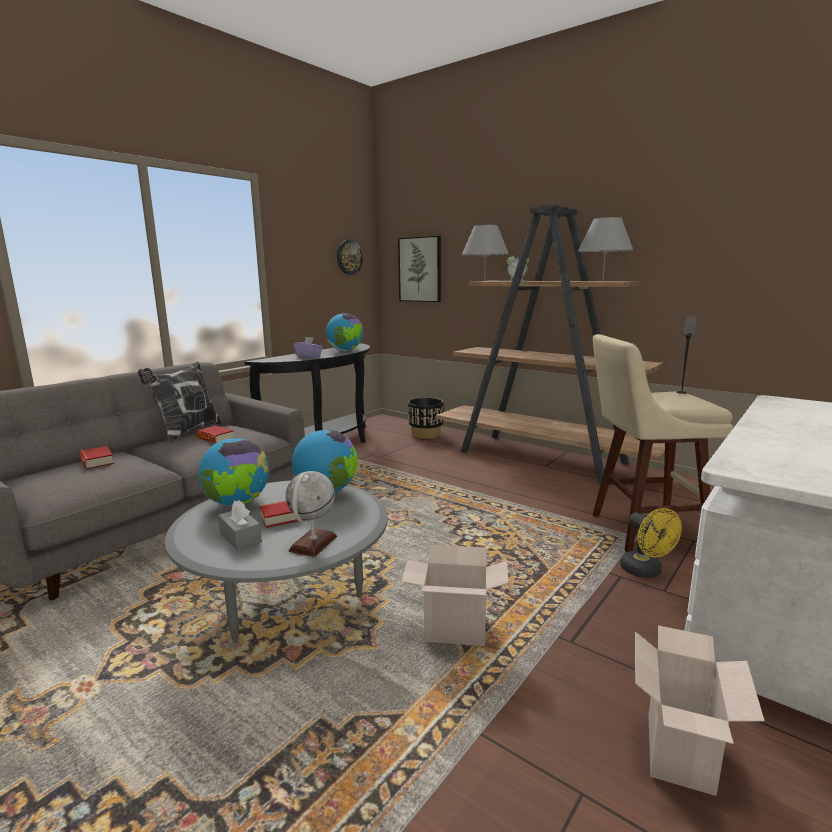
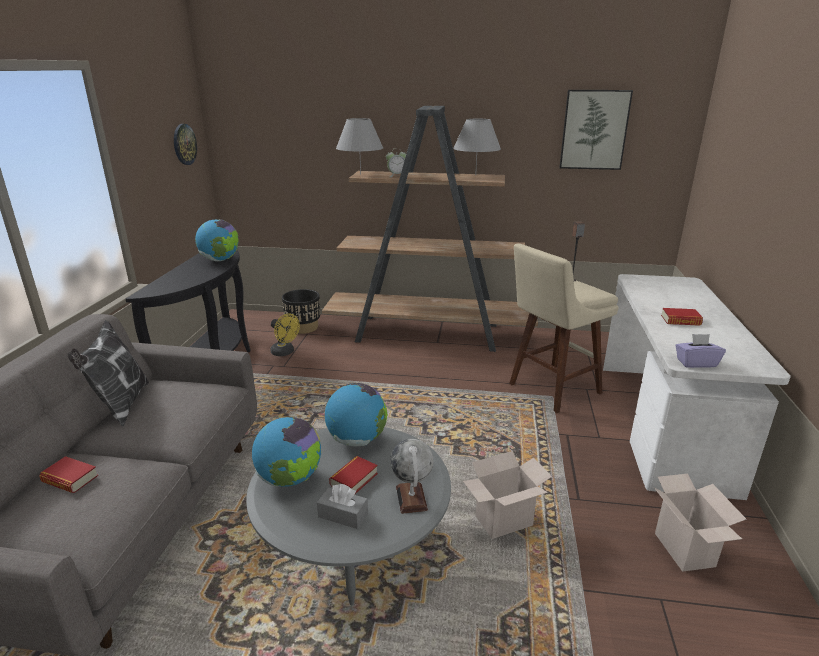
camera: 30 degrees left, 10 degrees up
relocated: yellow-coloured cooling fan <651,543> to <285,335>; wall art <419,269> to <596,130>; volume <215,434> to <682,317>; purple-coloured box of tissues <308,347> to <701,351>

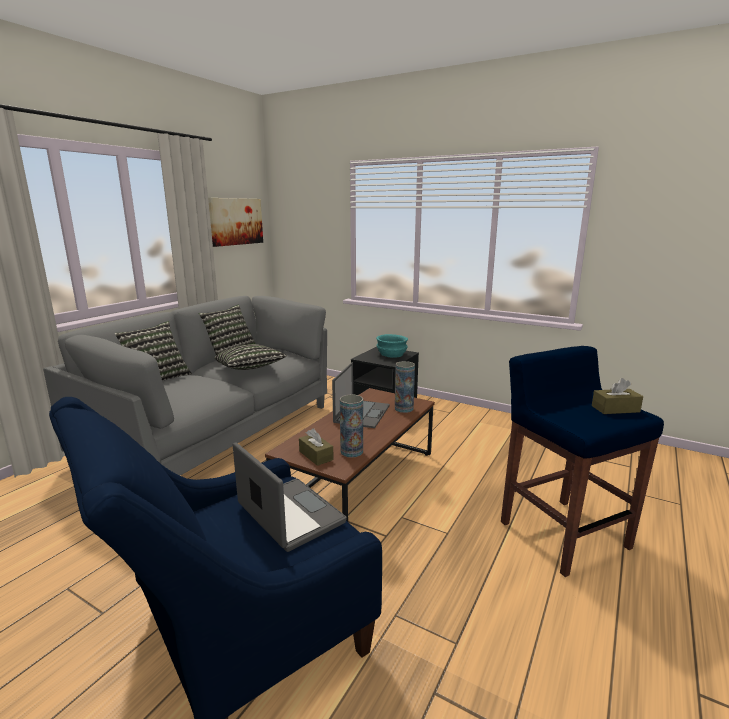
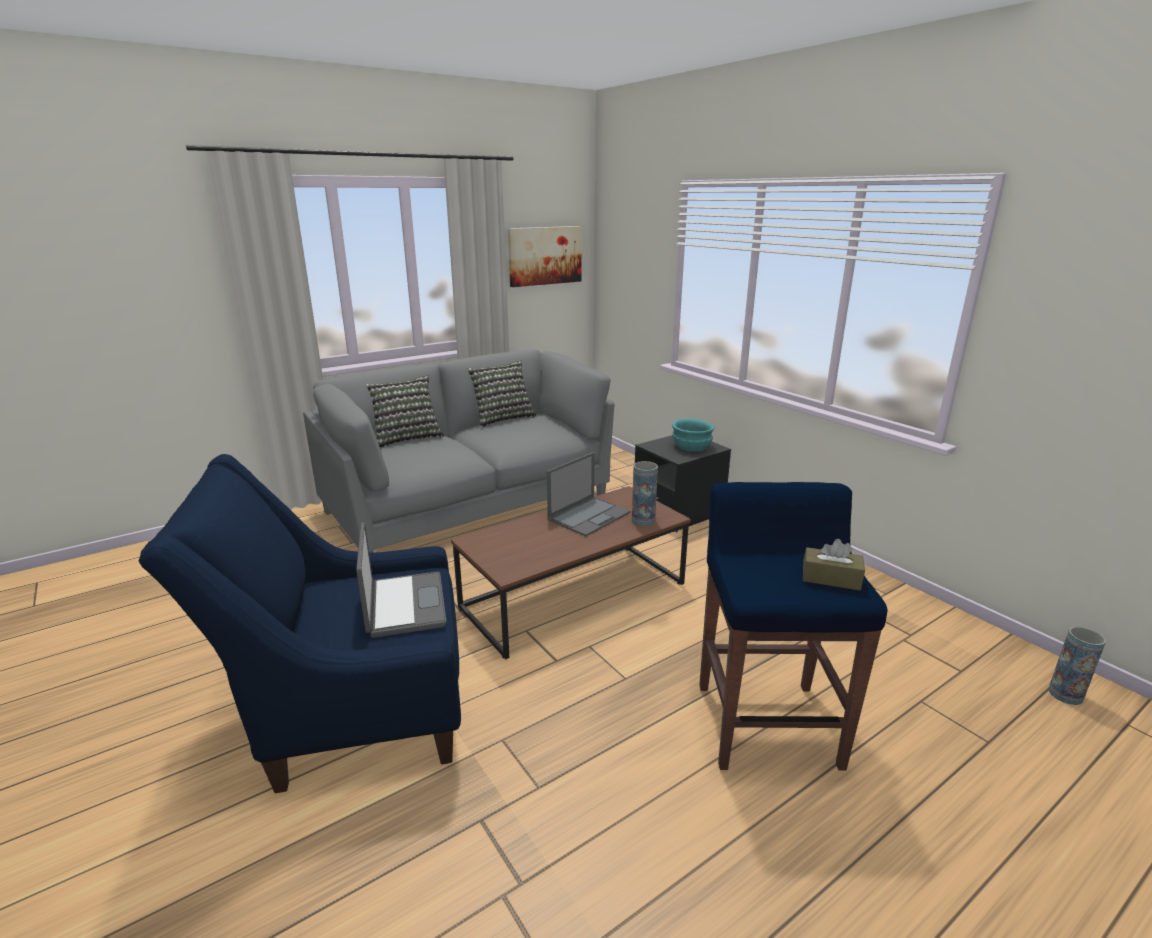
camera: 25 degrees right, 5 degrees up
missing: pillow <250,357>; brown-coloured box of tissues <316,447>
relocated: decorative vase <351,426> to <1077,665>

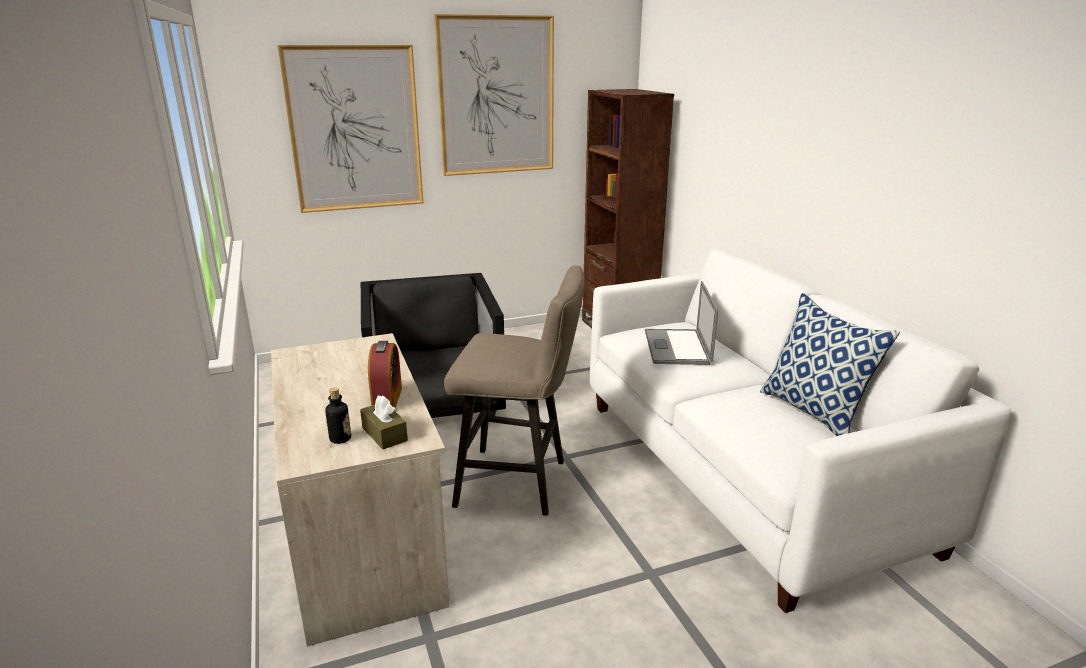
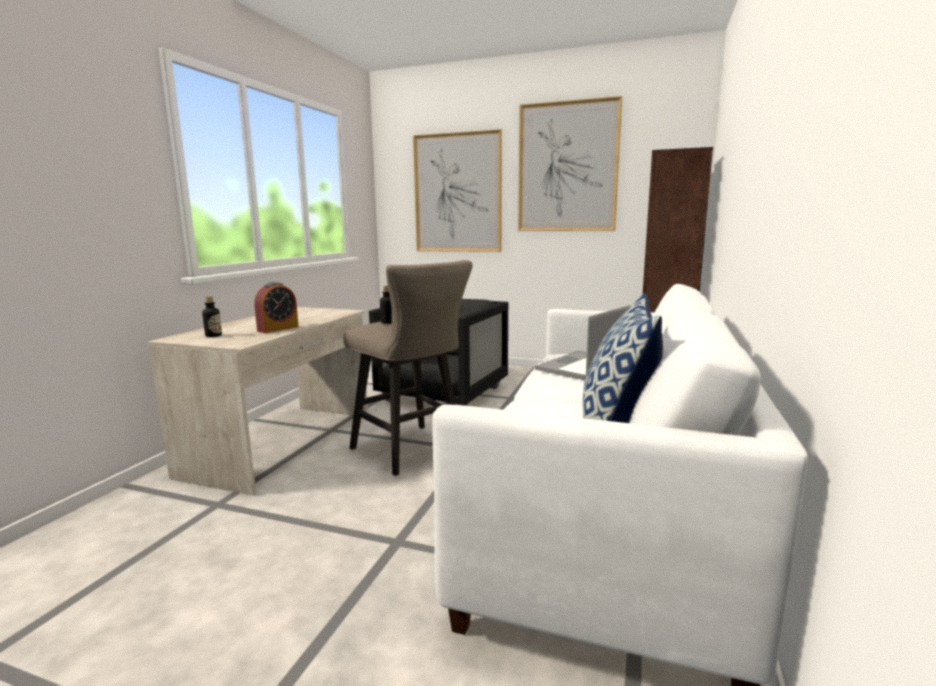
camera: 40 degrees right, 10 degrees down
missing: brown-coloured box of tissues <384,422>
appeared: beverage bottle <386,305>

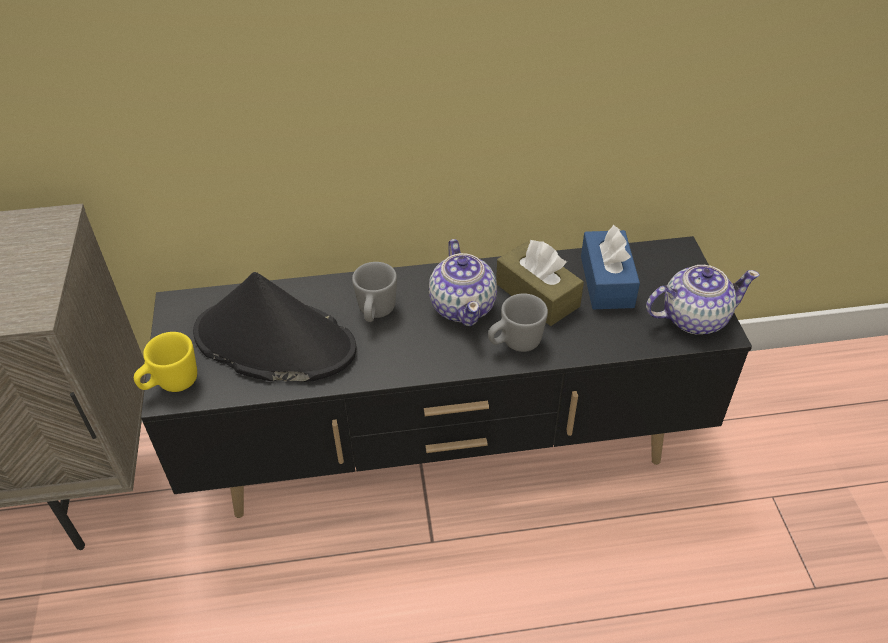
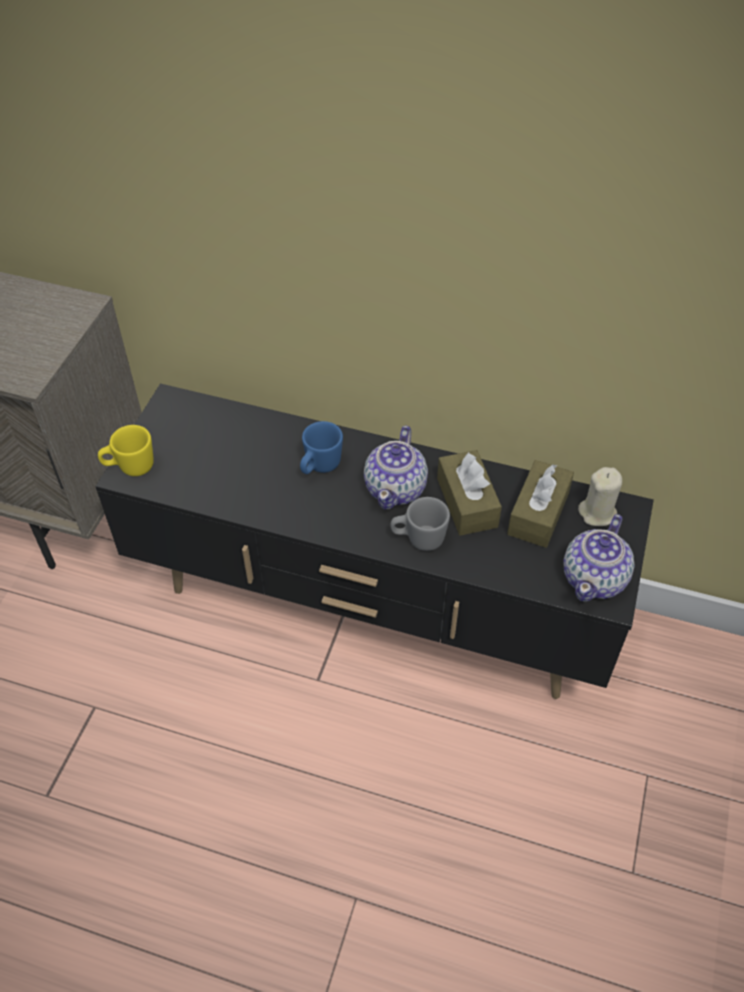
camera: 25 degrees right, 5 degrees up
missing: black hat <274,327>
appeared: sand-coloured wax light <600,496>
colour: grey tea mug <374,292> to bluish tea mug <321,447>; bluish box of tissues <610,267> to brown-coloured box of tissues <540,504>
spun: pot for tea <703,299> = <599,558> 105 degrees clockwise

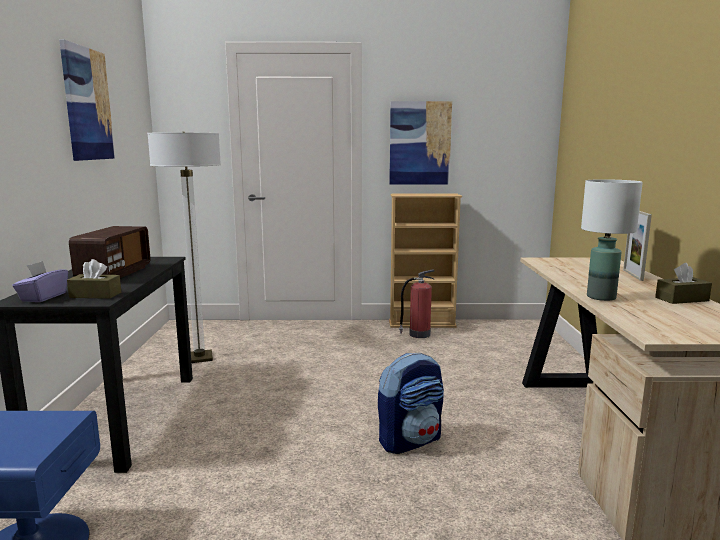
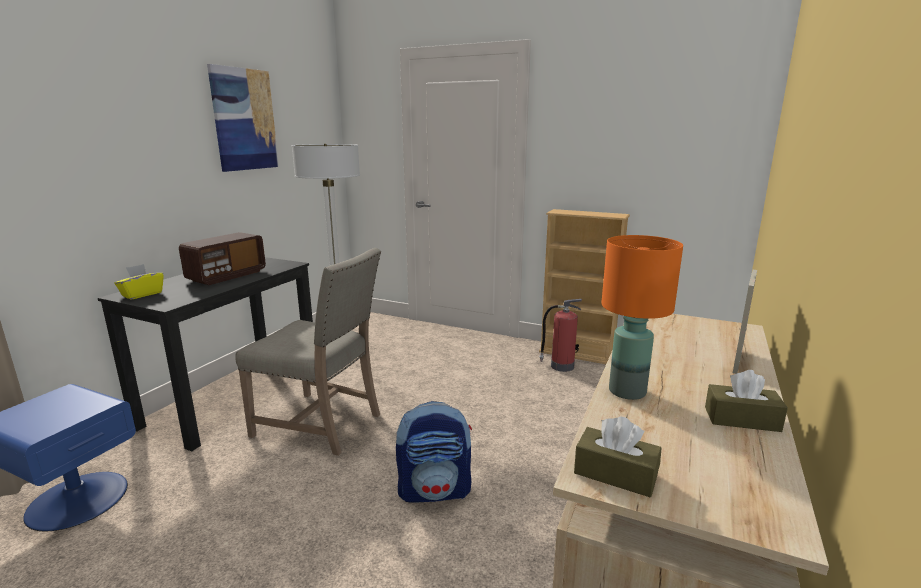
camera: 25 degrees right, 5 degrees up
missing: wall art <420,143>
appeared: sand-coloured plain chair <308,352>
relocated: brown-coloured box of tissues <94,279> to <617,457>
colour: purple-coloured box of tissues <40,281> to yellow-coloured box of tissues <139,282>; whitish lamp for a table <612,240> to orange lamp for a table <642,317>

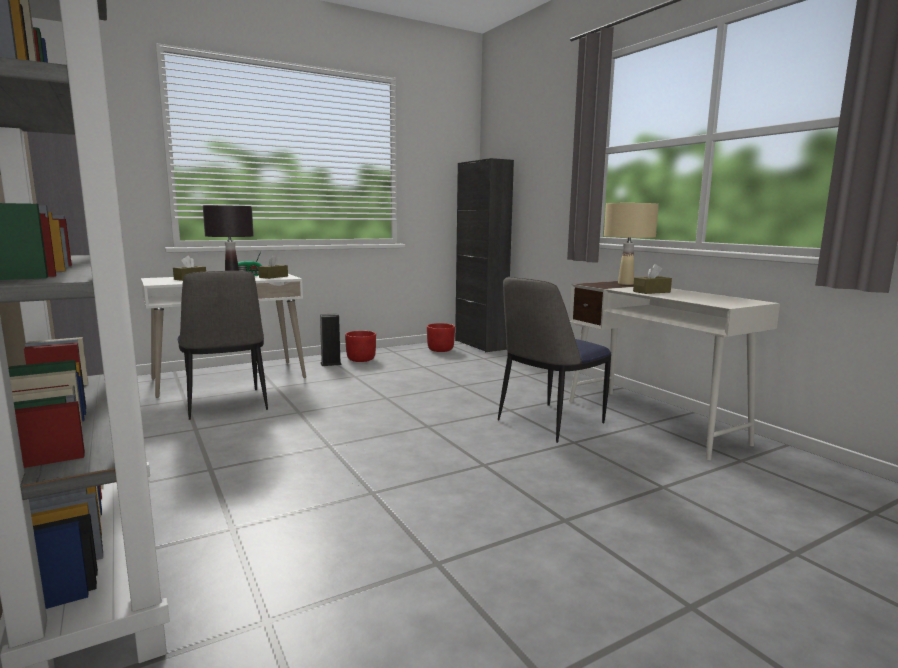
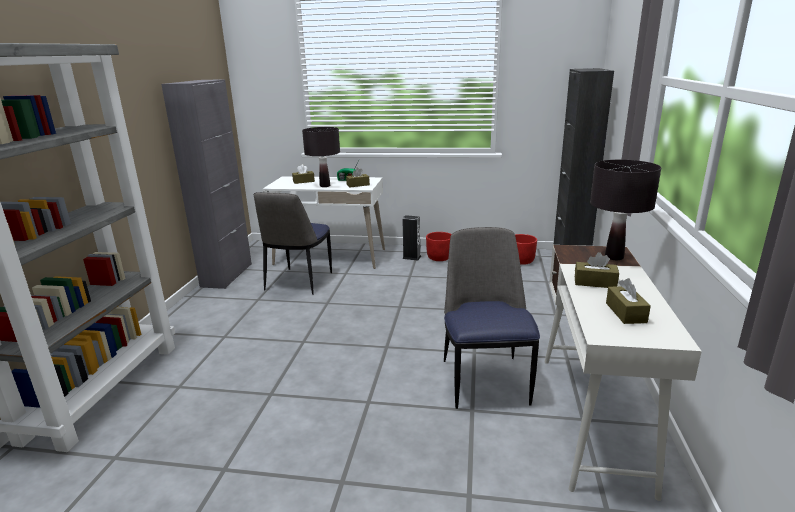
camera: 40 degrees right, 10 degrees up
appeared: brown-coloured box of tissues <628,301>
colour: sand-coloured lamp for a table <631,244> to black lamp for a table <625,210>
spun: plain chair <554,360> = <492,318> 90 degrees clockwise

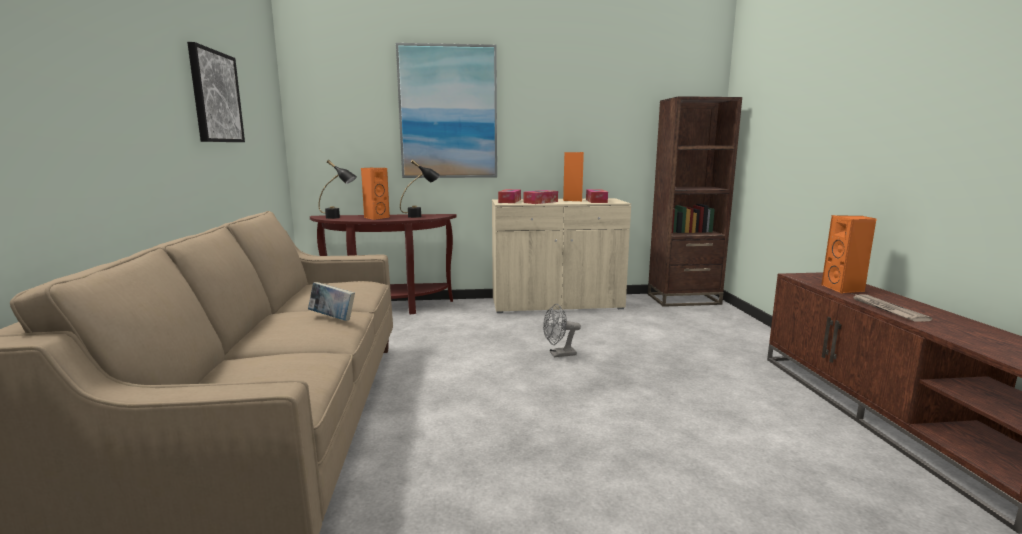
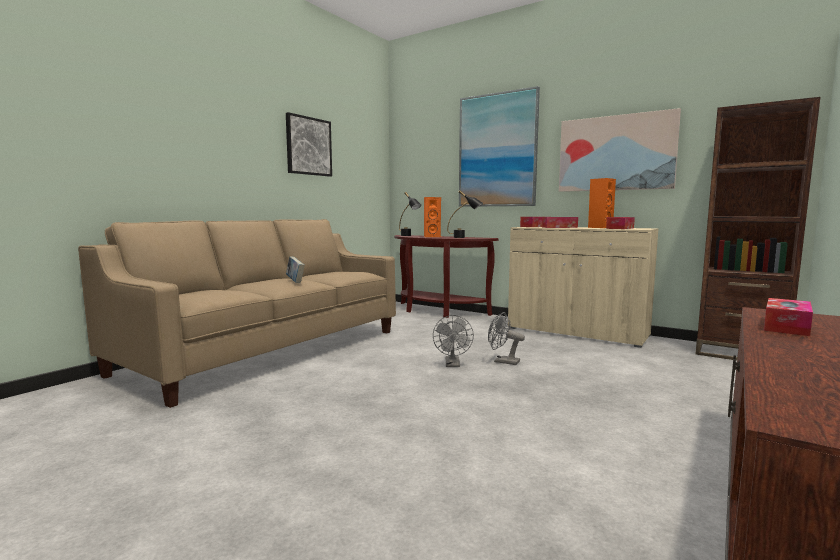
camera: 40 degrees right, 5 degrees down
missing: newspaper <893,308>
appeared: grey cooling fan <453,341>; wall art <620,150>
exchanged: orange audio speaker <849,254> to box of tissues <788,317>

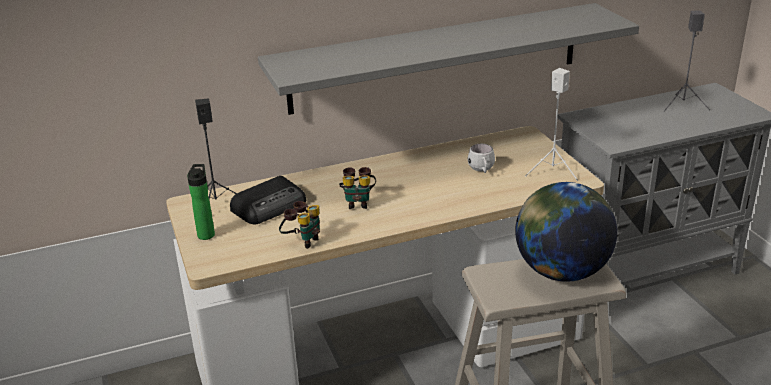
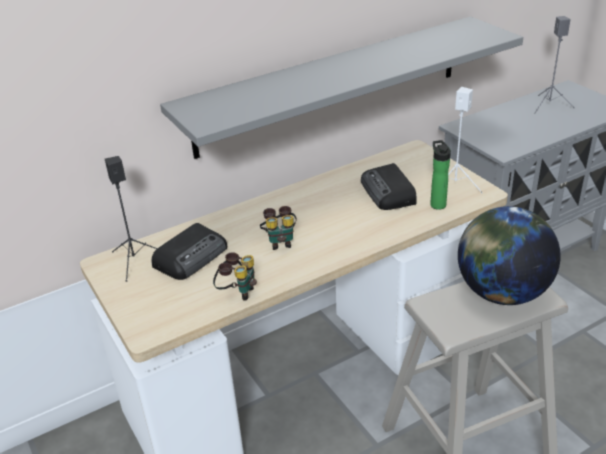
camera: 10 degrees left, 5 degrees up
relocated: beverage bottle <201,202> to <440,175>
exchanged: whitish tea mug <481,158> to radio receiver <388,186>

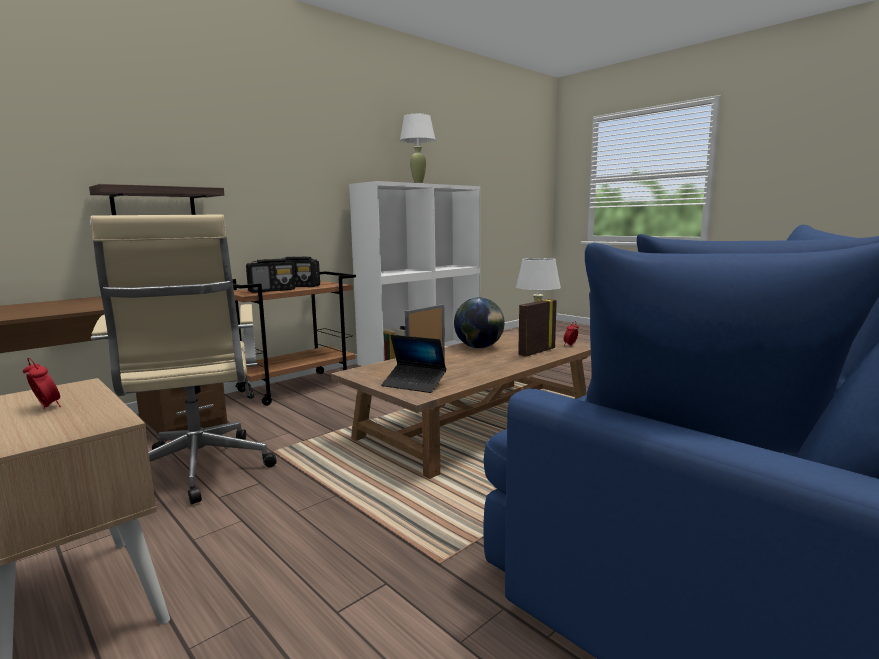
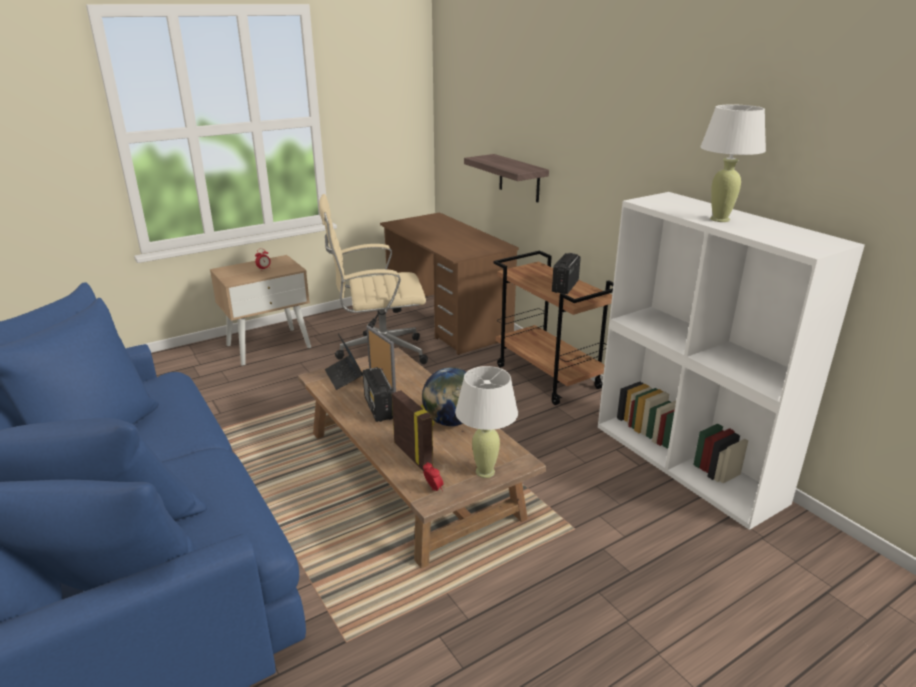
camera: 100 degrees right, 15 degrees up
relocated: radio receiver <270,276> to <378,394>
spun: portable computer <413,364> = <344,361> 60 degrees counterclockwise

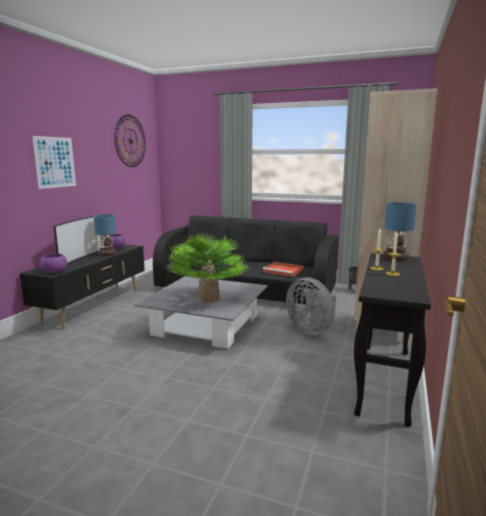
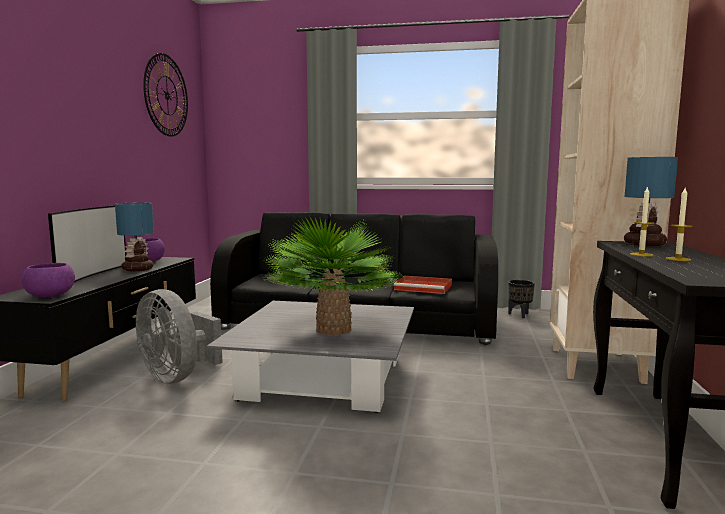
camera: 10 degrees left, 5 degrees down
missing: wall art <54,162>
relocated: grey cooling fan <311,306> to <179,336>

